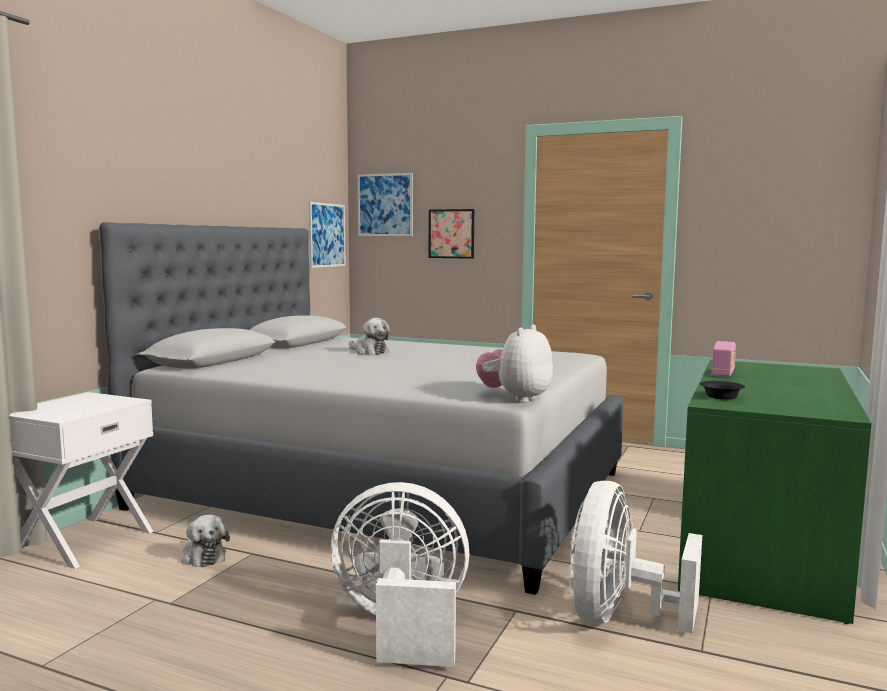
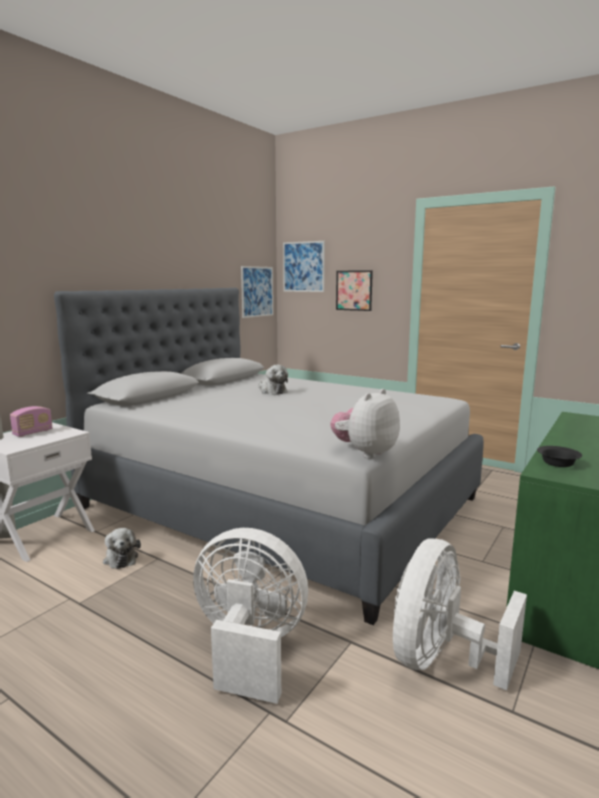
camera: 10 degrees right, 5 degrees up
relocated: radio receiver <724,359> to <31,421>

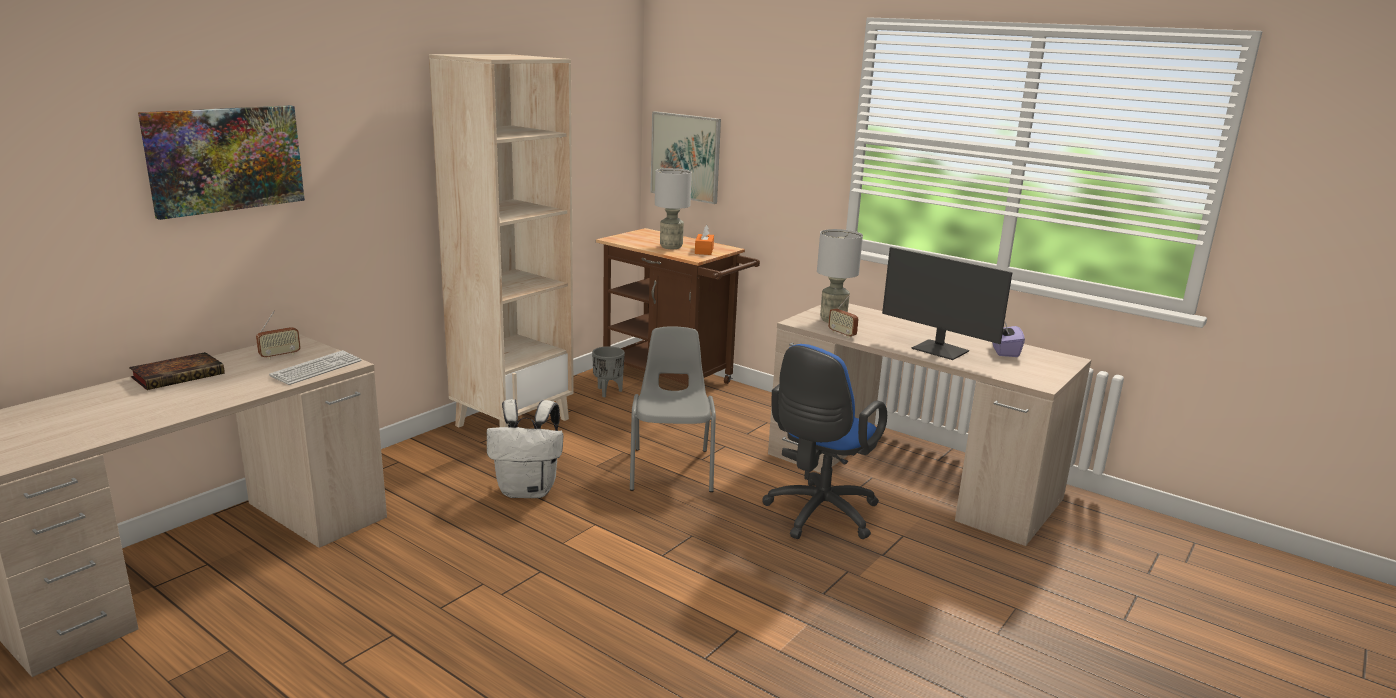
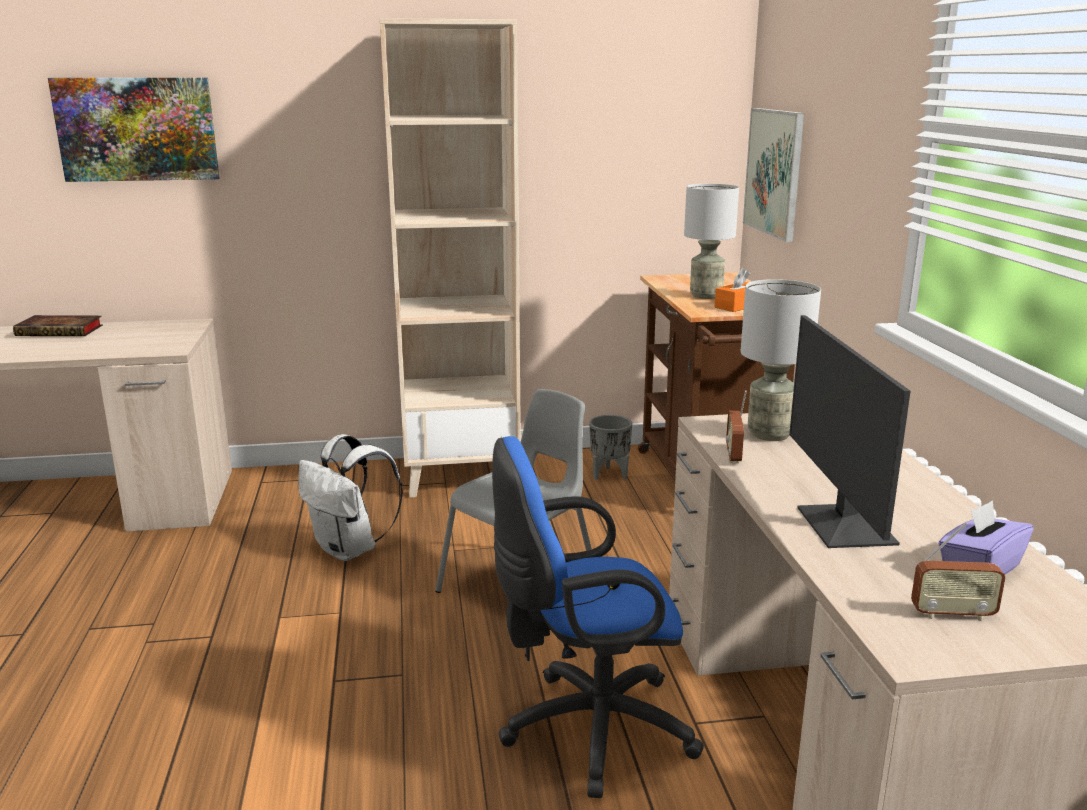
camera: 45 degrees right, 0 degrees up
missing: computer keyboard <315,367>
relocated: radio receiver <278,334> to <958,571>

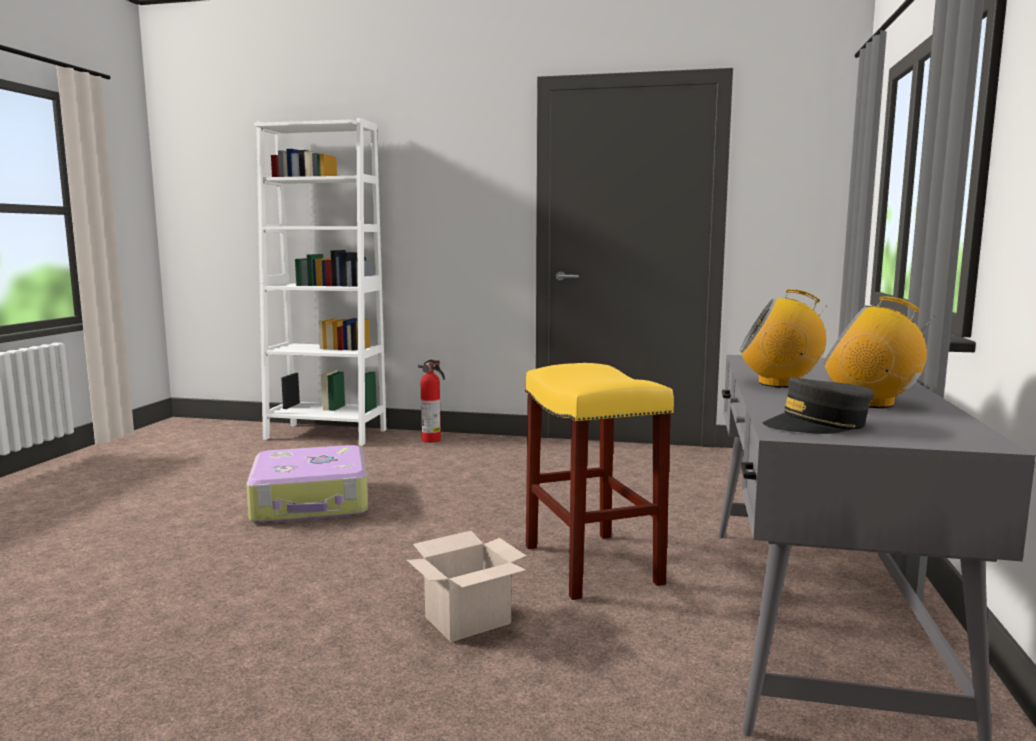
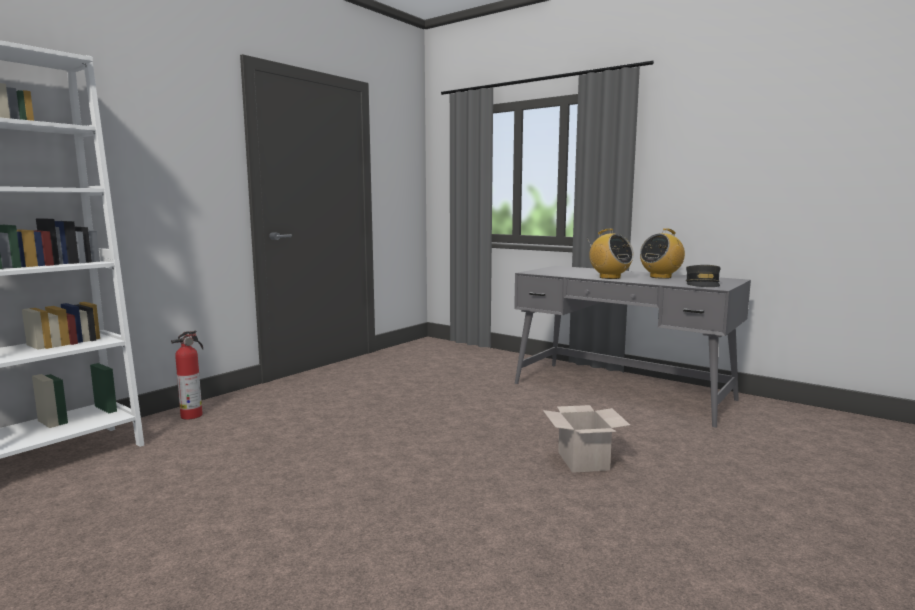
camera: 65 degrees left, 0 degrees up
missing: travel case <307,484>; yellow-coloured sitting stool <599,481>
spun: radio receiver <783,338> = <610,254> 75 degrees counterclockwise

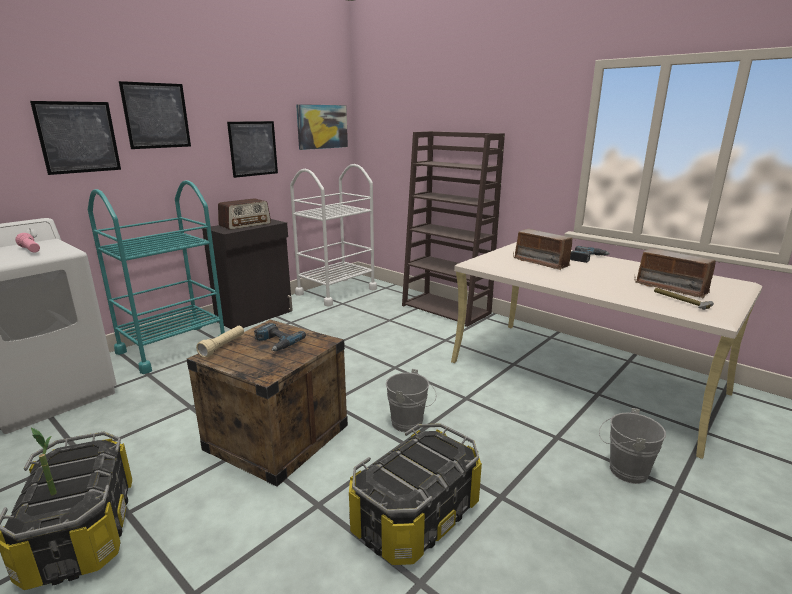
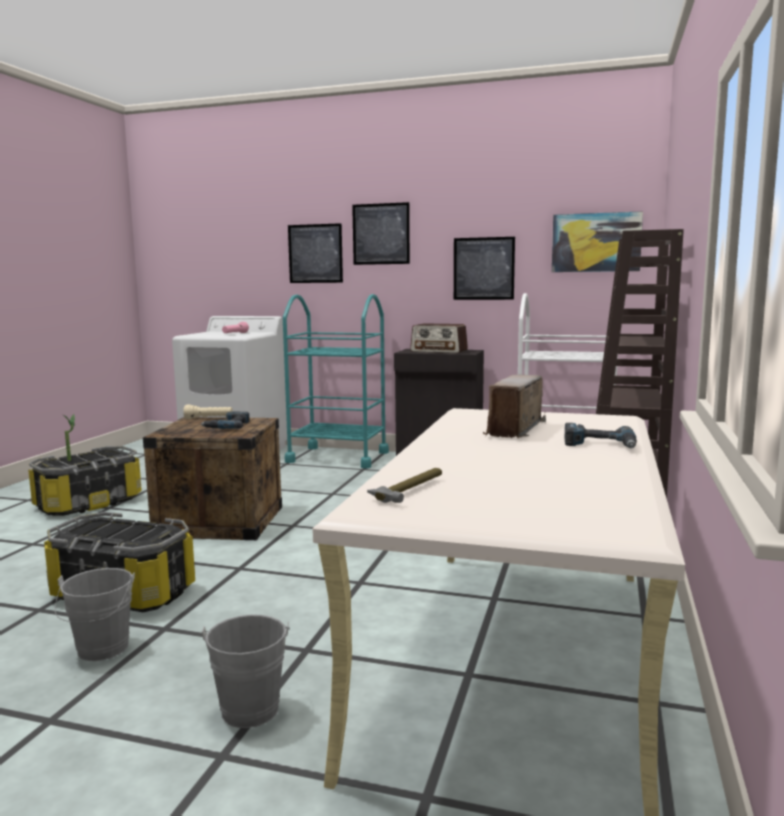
camera: 65 degrees right, 10 degrees down
missing: radio receiver <677,273>
relocated: grey water bucket <411,400> to <95,614>

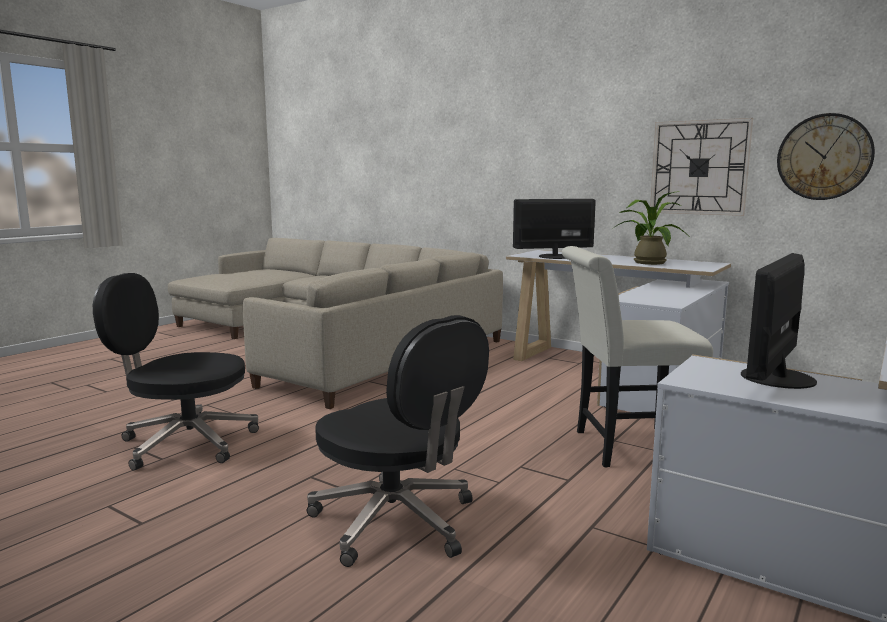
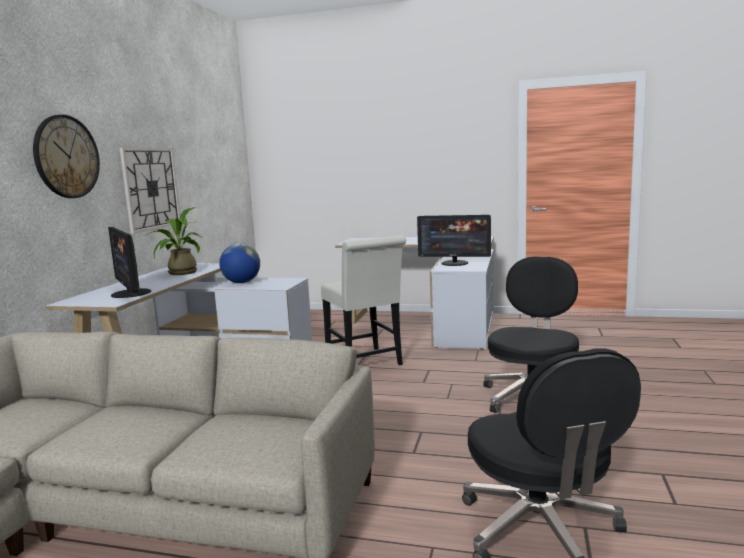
camera: 110 degrees left, 0 degrees up
appeared: world globe <239,263>
relocated: wall clock <826,156> to <66,156>

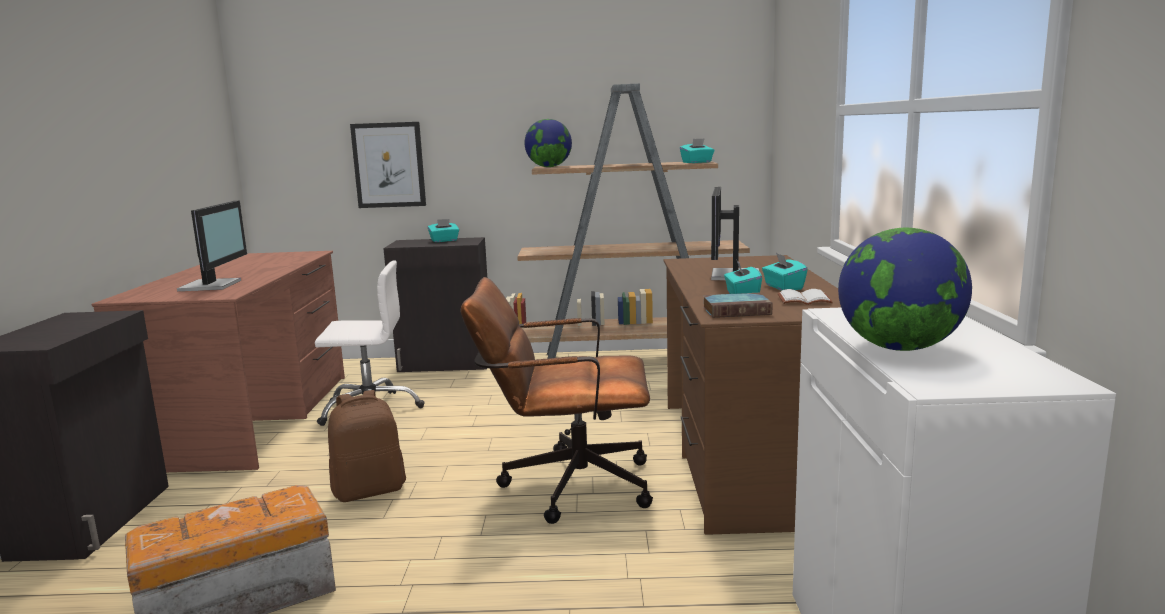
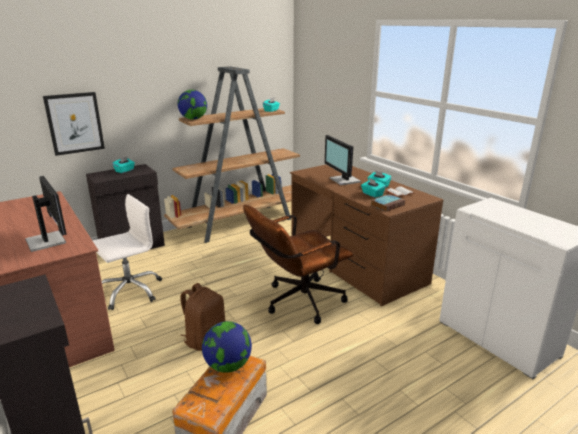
camera: 35 degrees left, 10 degrees up
relocated: world globe <905,289> to <227,347>

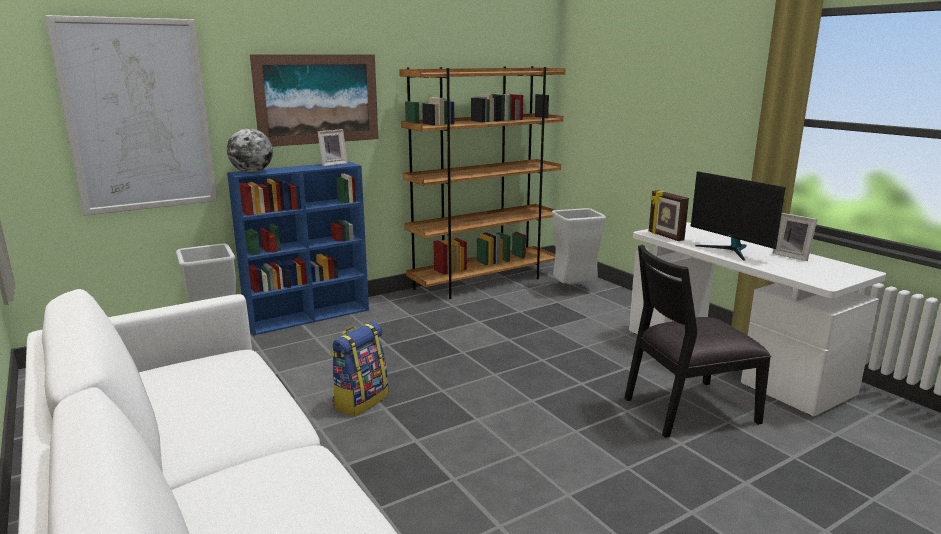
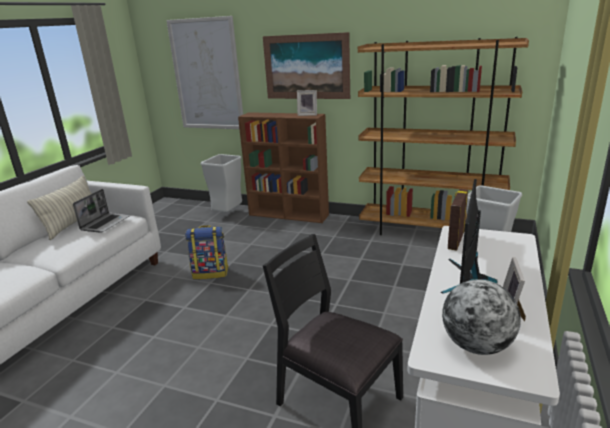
camera: 55 degrees right, 5 degrees up
appeared: pillow <59,207>; portable computer <101,211>
relocated: world globe <250,150> to <481,317>
colour: bluish bookshelf <298,249> to brown-coloured bookshelf <283,167>

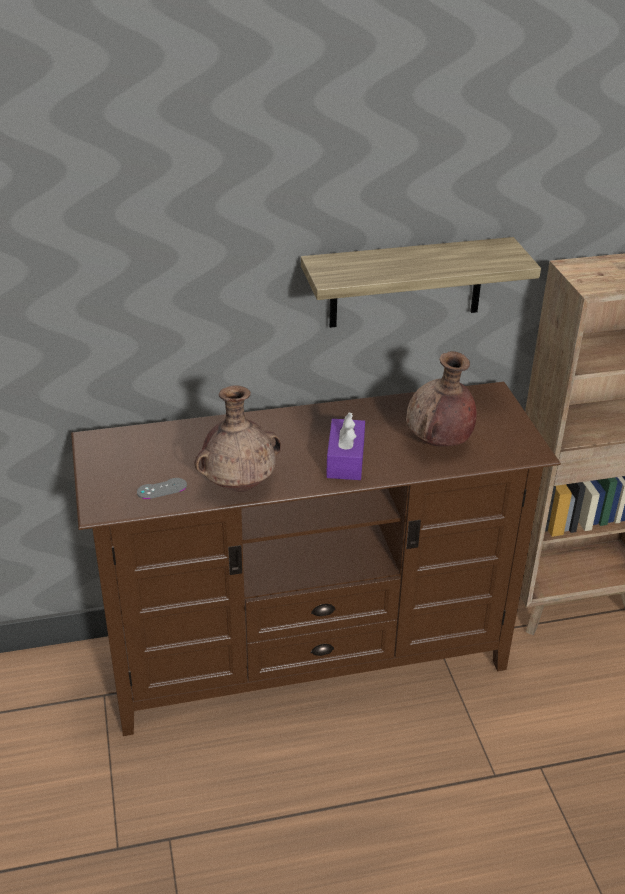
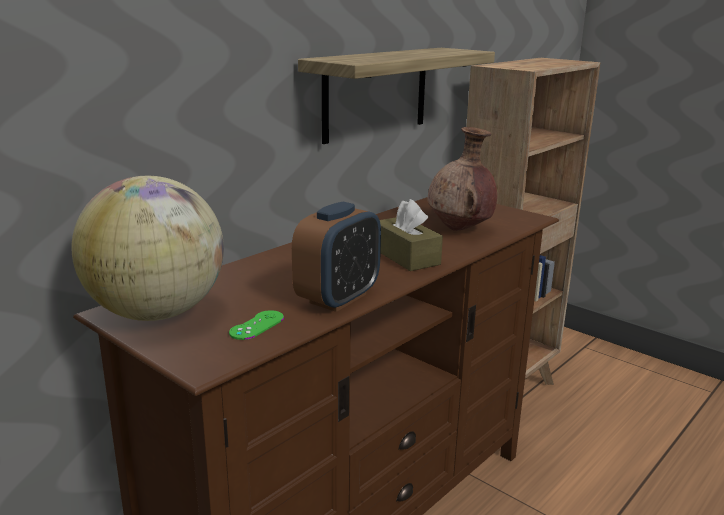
camera: 35 degrees left, 15 degrees down
appeared: world globe <148,248>
exchanged: brown-coloured decorative vase <238,439> to alarm clock <336,257>
colour: grey gamepad <162,488> to green-coloured gamepad <256,325>; purple-coloured box of tissues <345,446> to brown-coloured box of tissues <411,235>

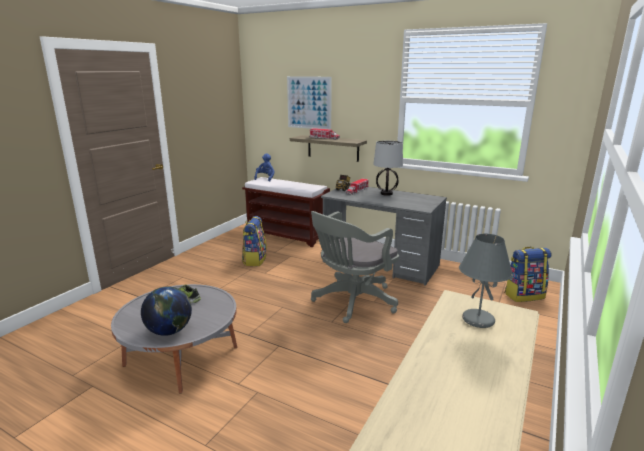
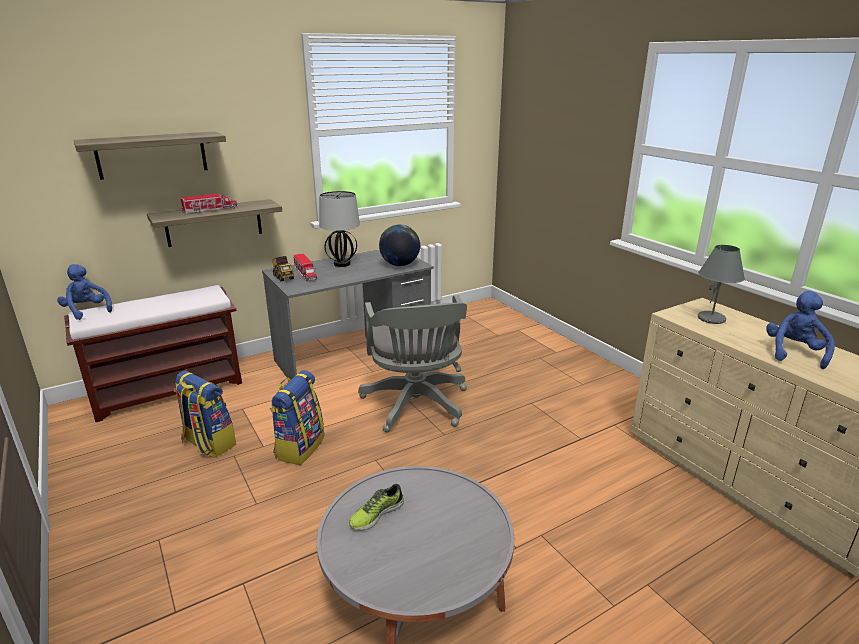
camera: 60 degrees left, 5 degrees up
appeared: bluish cuddly toy <800,330>
relocated: rucksack <528,274> to <297,417>; world globe <166,311> to <399,245>
exchanged: wall art <309,103> to wall shelf <149,155>

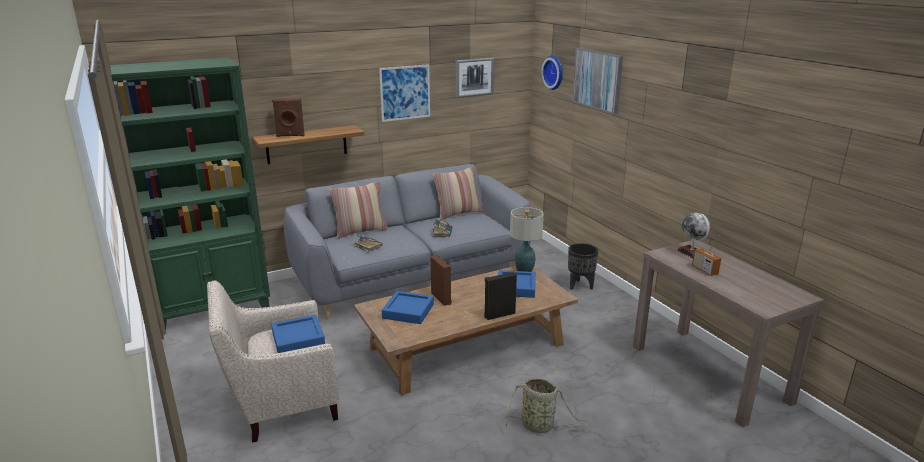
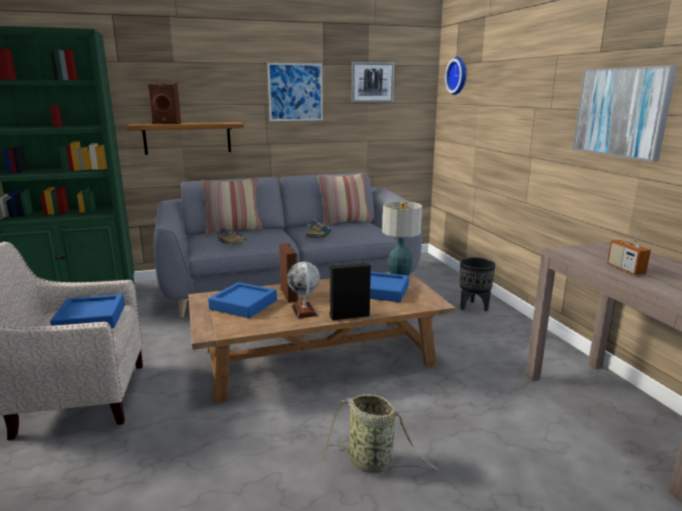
camera: 10 degrees right, 5 degrees down
relocated: world globe <693,235> to <303,290>; wall art <597,81> to <625,113>

